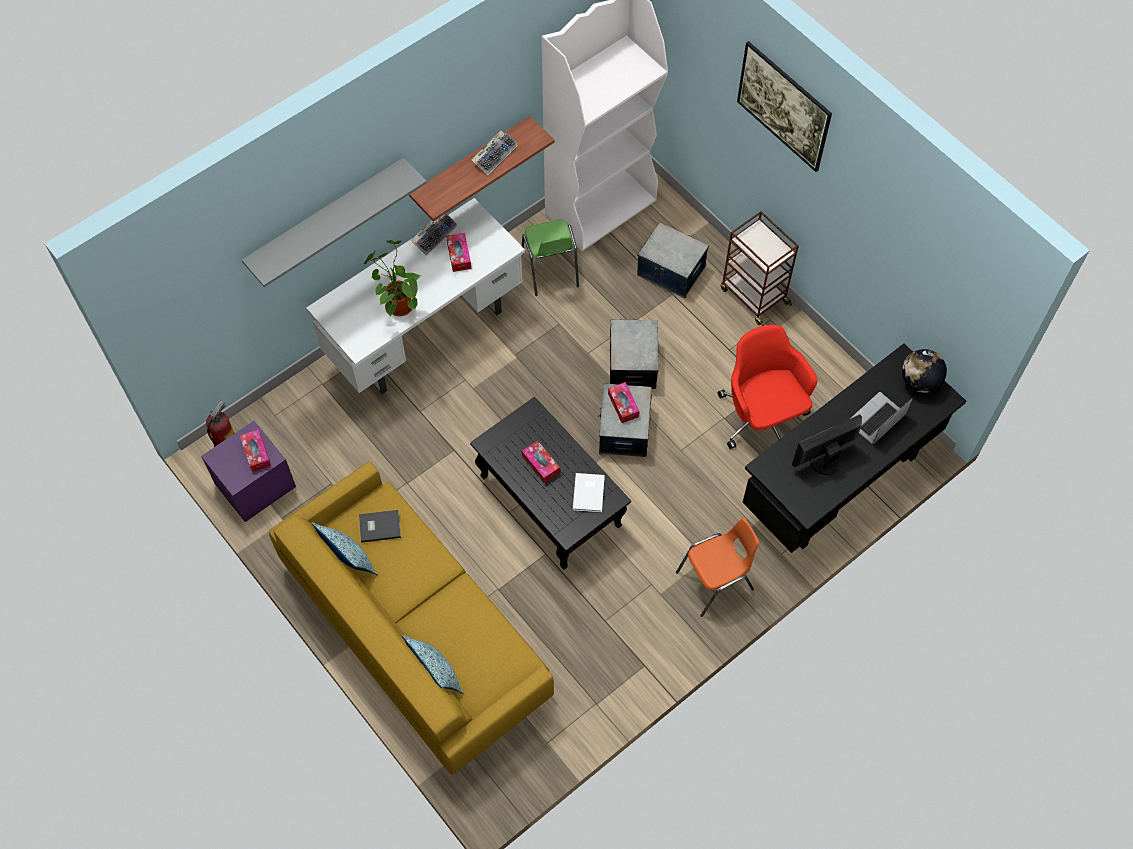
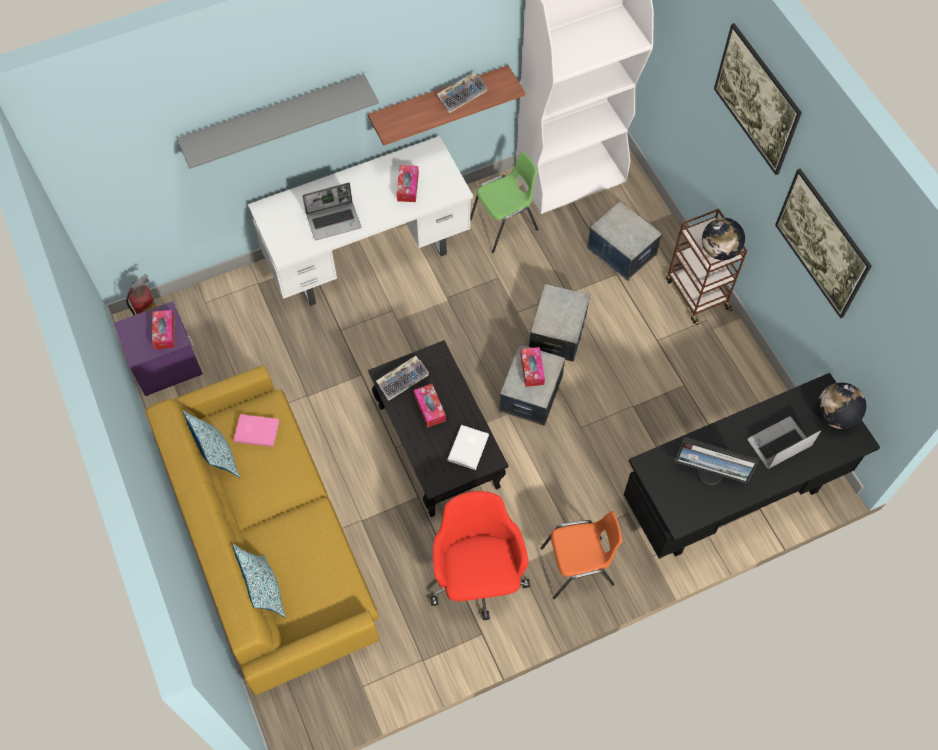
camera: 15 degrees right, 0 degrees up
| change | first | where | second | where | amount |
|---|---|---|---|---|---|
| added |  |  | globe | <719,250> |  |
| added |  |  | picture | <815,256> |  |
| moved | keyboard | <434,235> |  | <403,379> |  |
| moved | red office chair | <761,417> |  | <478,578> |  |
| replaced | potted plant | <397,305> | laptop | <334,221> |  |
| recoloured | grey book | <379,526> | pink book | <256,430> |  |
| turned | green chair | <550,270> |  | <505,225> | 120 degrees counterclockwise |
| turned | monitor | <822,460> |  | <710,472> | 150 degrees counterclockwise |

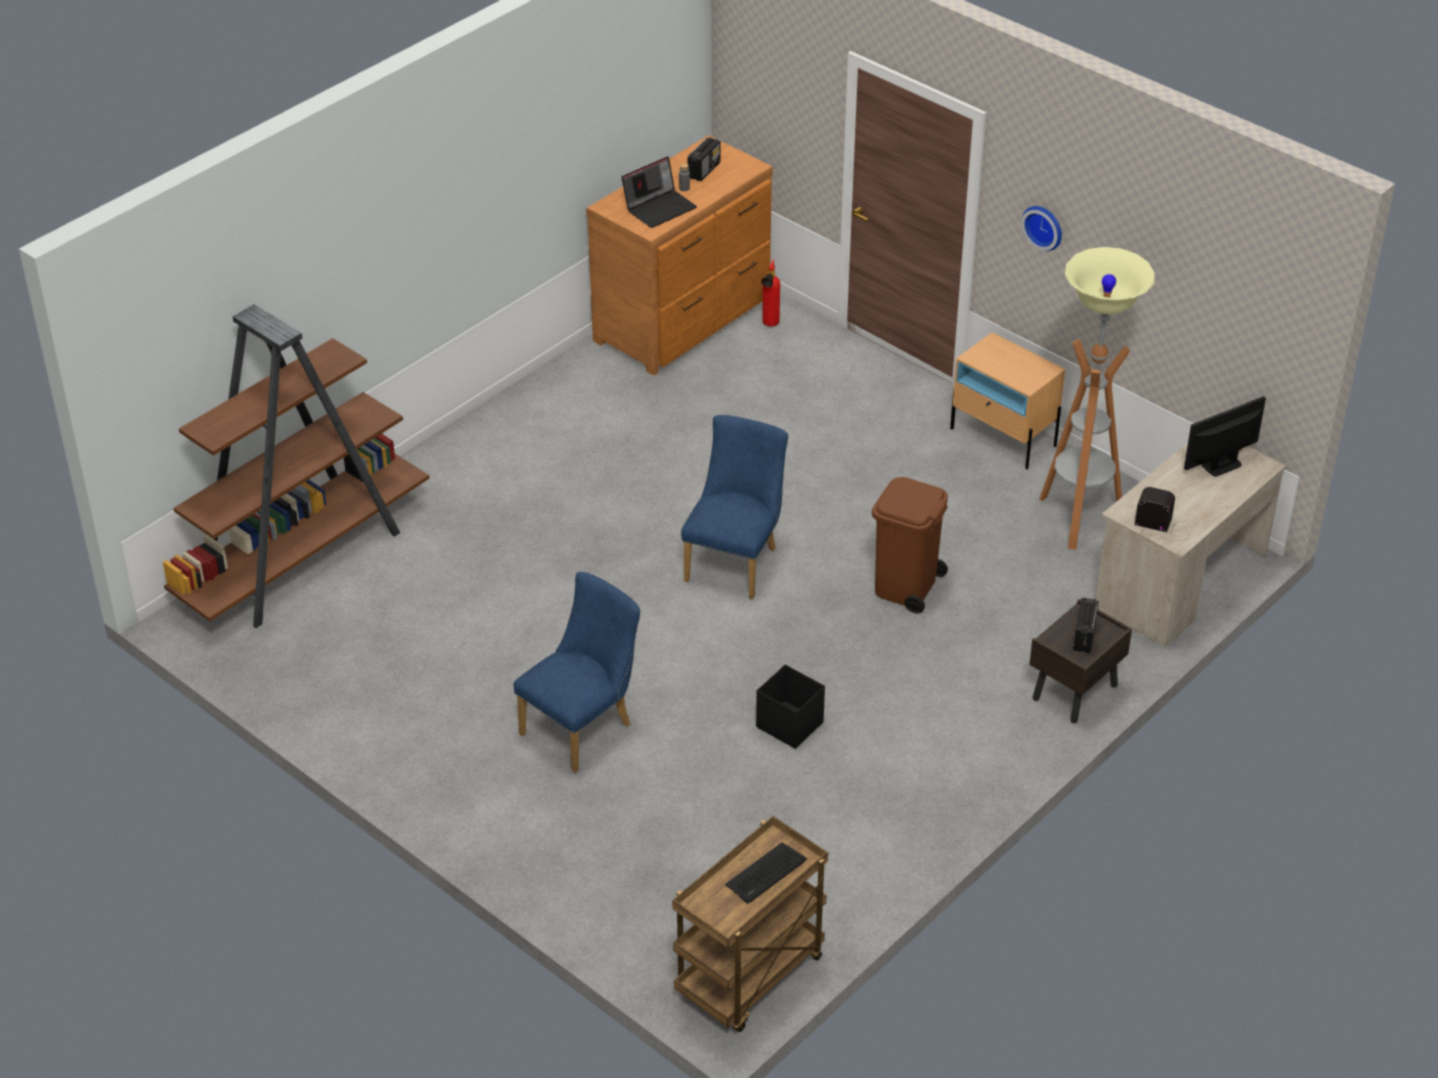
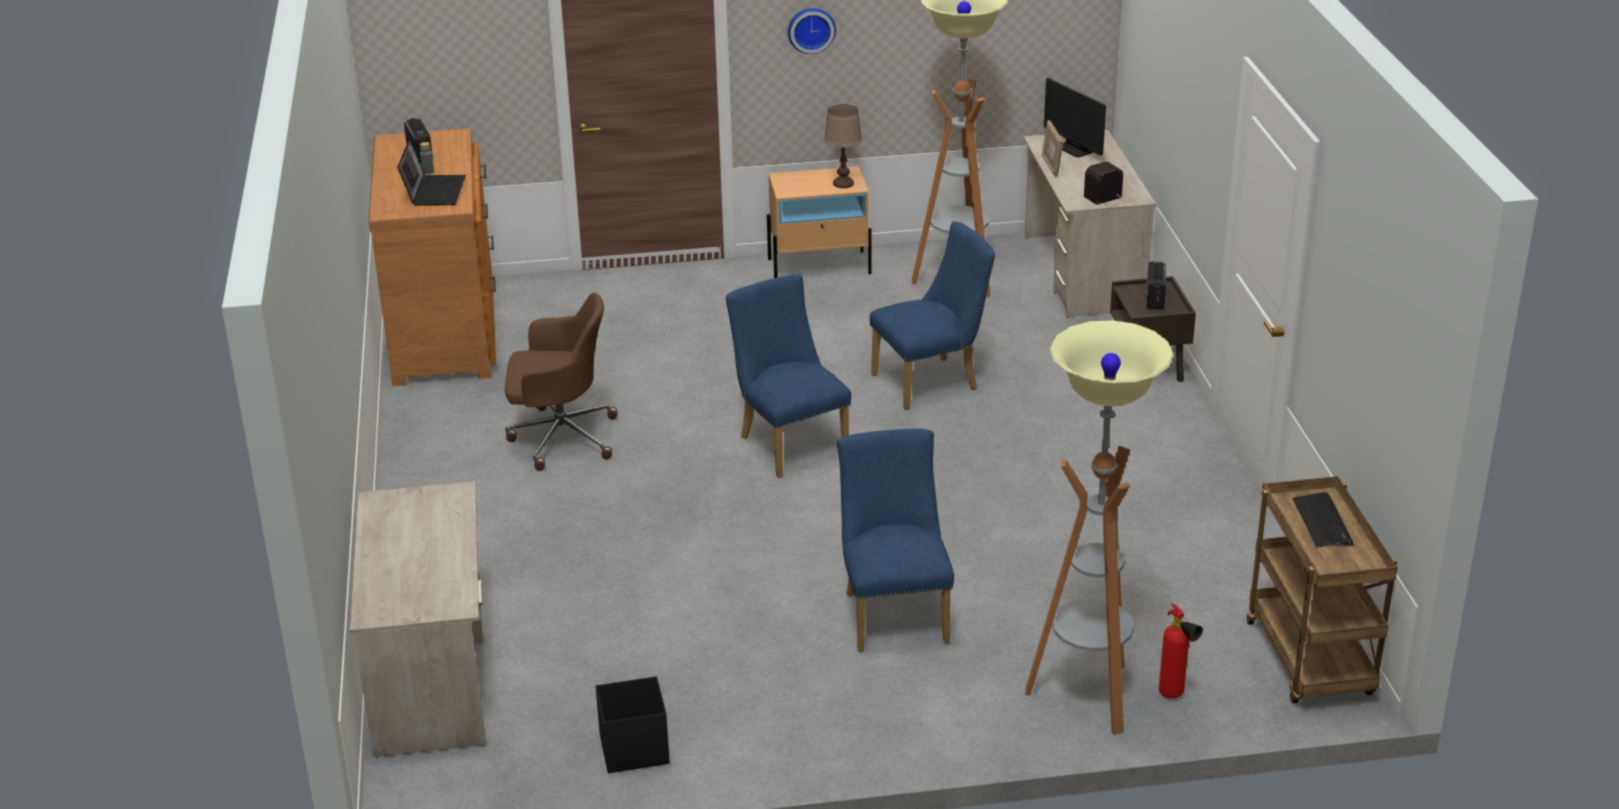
camera: 50 degrees left, 10 degrees down
| change | first | where | second | where | amount |
|---|---|---|---|---|---|
| added |  |  | brown office chair | <560,437> |  |
| added |  |  | brown table lamp | <843,184> |  |
| added |  |  | floor lamp | <1088,696> |  |
| added |  |  | picture frame | <1051,166> |  |
| moved | black storage box | <789,724> |  | <633,750> |  |
| moved | fire extinguisher | <769,325> |  | <1175,696> |  |
| replaced | brown bookcase | <304,559> | beige desk | <431,676> |  |
| replaced | brown trash can | <905,587> | blue chair | <932,382> |  |
| turned | radio | <1084,636> |  | <1155,299> | 45 degrees clockwise |
| turned | monitor | <1221,465> |  | <1074,149> | 45 degrees counterclockwise |

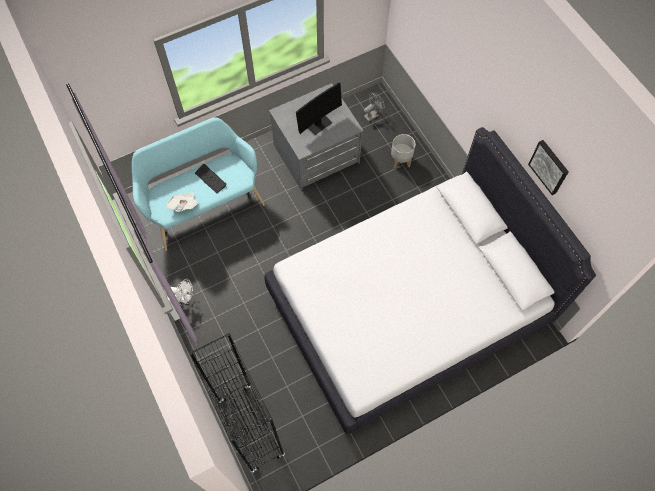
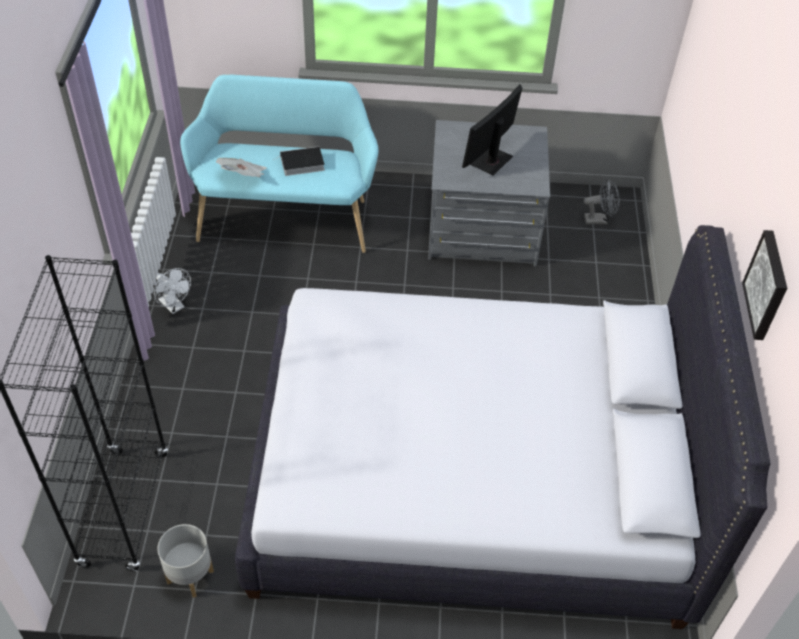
camera: 30 degrees right, 15 degrees down
| change | first | where | second | where | amount |
|---|---|---|---|---|---|
| moved | grey planter | <401,160> |  | <191,576> |  |
| replaced | keyboard | <210,179> | book | <301,164> |  |
| turned | monitor | <318,123> |  | <491,161> | 135 degrees clockwise |

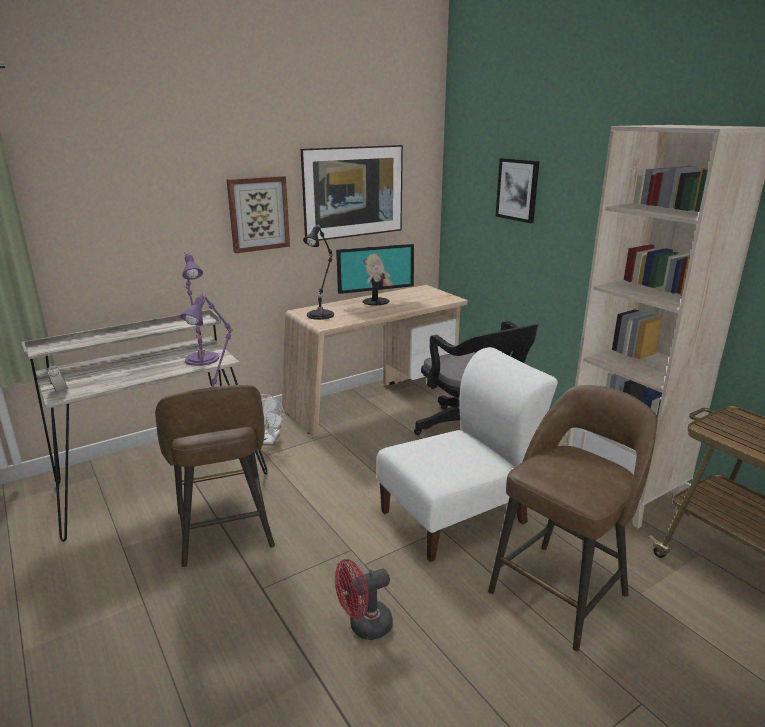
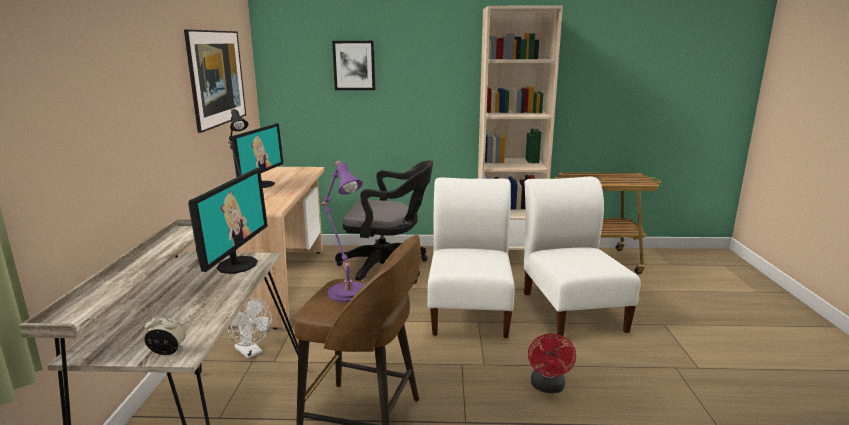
camera: 55 degrees left, 5 degrees down
| change | first | where | second | where | amount |
|---|---|---|---|---|---|
| removed | picture | <258,214> |  |  |  |
| replaced | purple table lamp | <202,358> | monitor | <236,265> |  |
| replaced | brown stool | <561,591> | white chair | <571,309> |  |

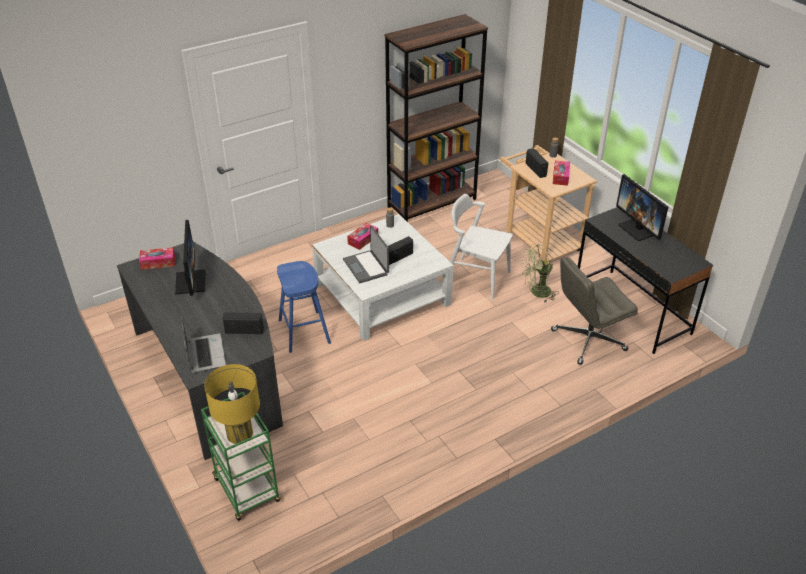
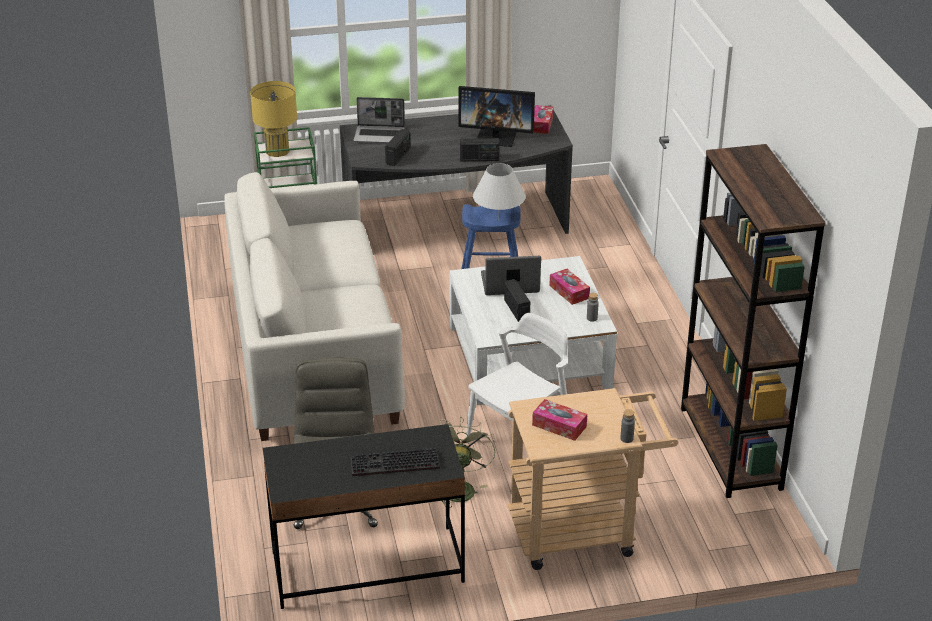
camera: 110 degrees right, 5 degrees down
| change | first | where | second | where | amount |
|---|---|---|---|---|---|
| added |  |  | white sofa | <313,352> |  |
| added |  |  | white table lamp | <498,221> |  |
| moved | radio | <536,169> |  | <479,159> |  |
| replaced | monitor | <639,229> | keyboard | <393,465> |  |

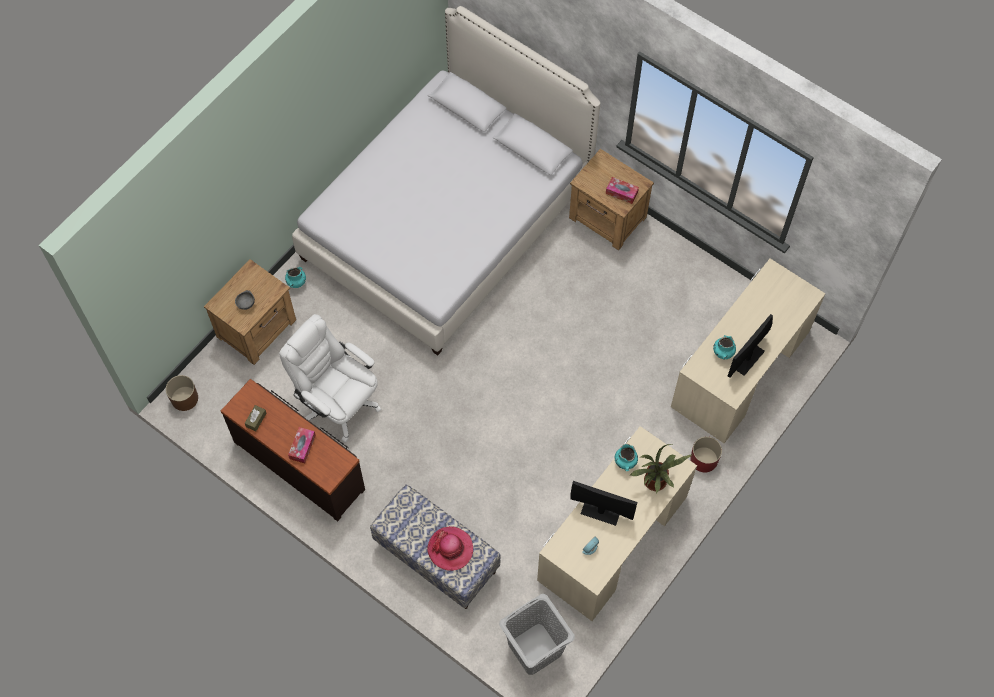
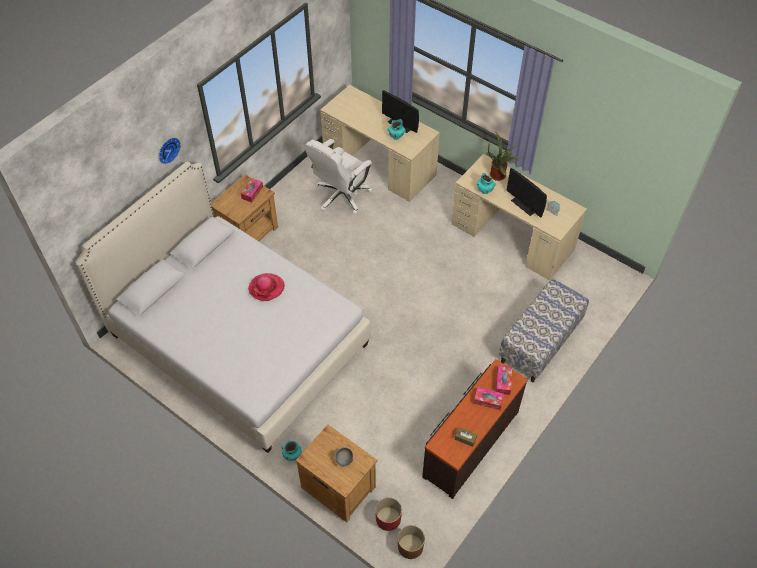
camera: 90 degrees left, 10 degrees down
| change | first | where | second | where | amount |
|---|---|---|---|---|---|
| removed | grey laundry basket | <535,649> |  |  |  |
| added |  |  | wall clock | <168,149> |  |
| added |  |  | tissue box | <503,382> |  |
| moved | white office chair | <338,403> |  | <341,196> |  |
| moved | hat | <450,549> |  | <266,288> |  |
| moved | red planter | <704,460> |  | <388,518> |  |
| turned | monitor | <600,512> |  | <524,205> | 60 degrees counterclockwise |

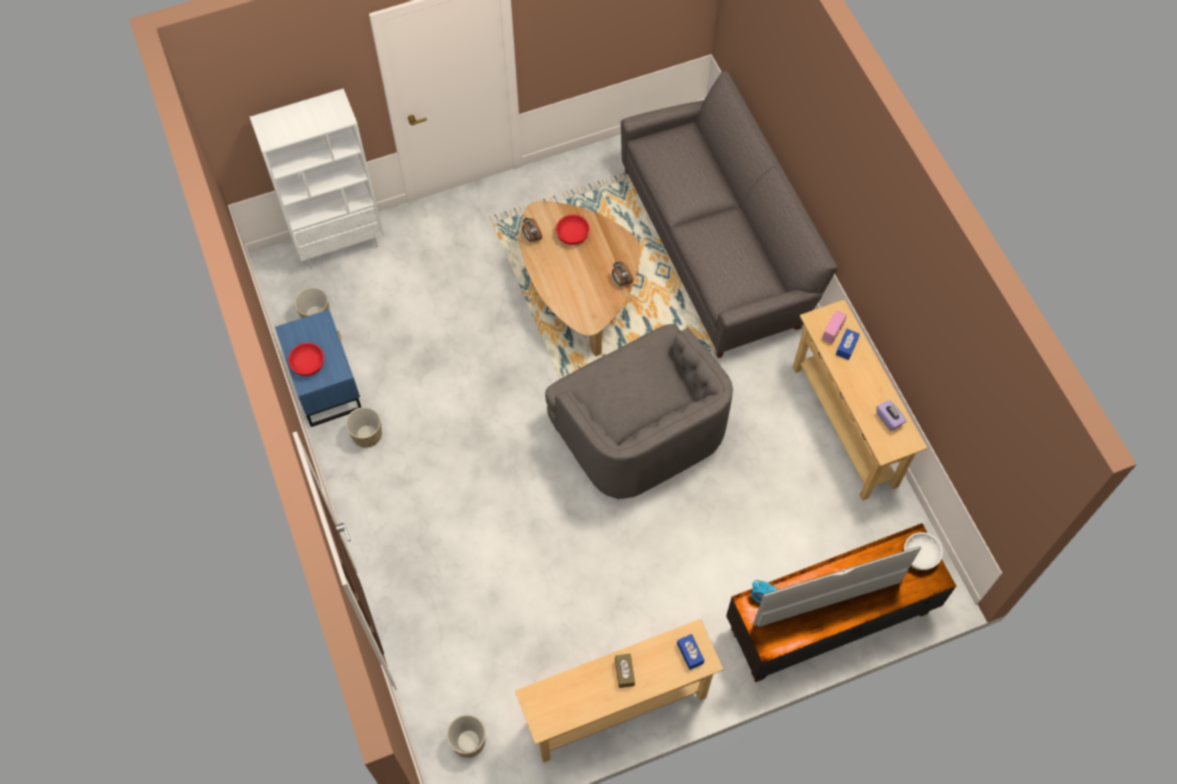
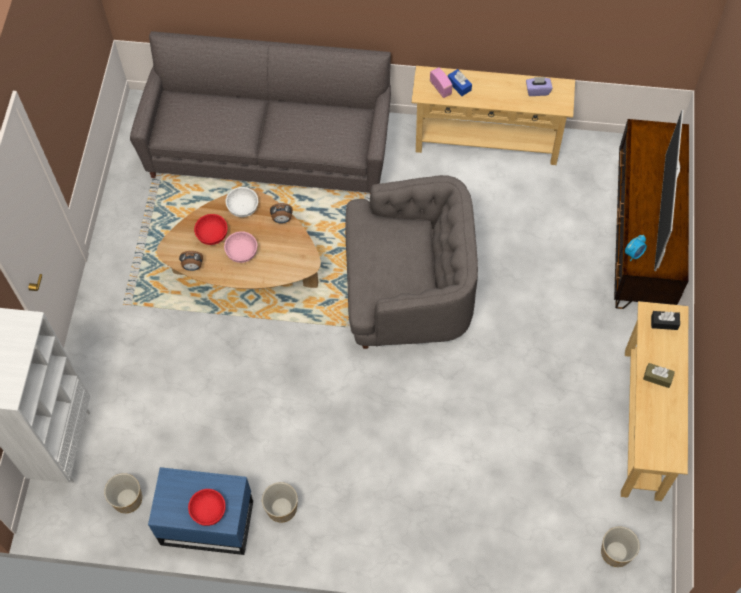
camera: 60 degrees left, 0 degrees up
| change | first | where | second | where | amount |
|---|---|---|---|---|---|
| added |  |  | pink bowl | <241,252> |  |
| moved | white bowl | <919,555> |  | <242,207> |  |
| recoloured | blue tissue box | <690,653> | black tissue box | <664,323> |  |

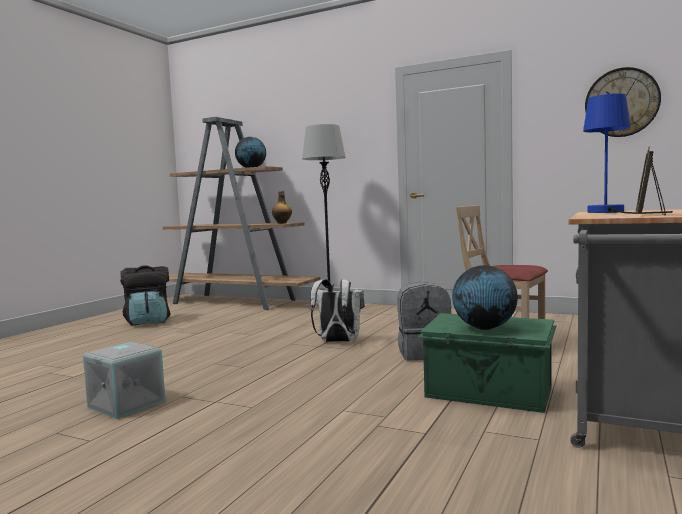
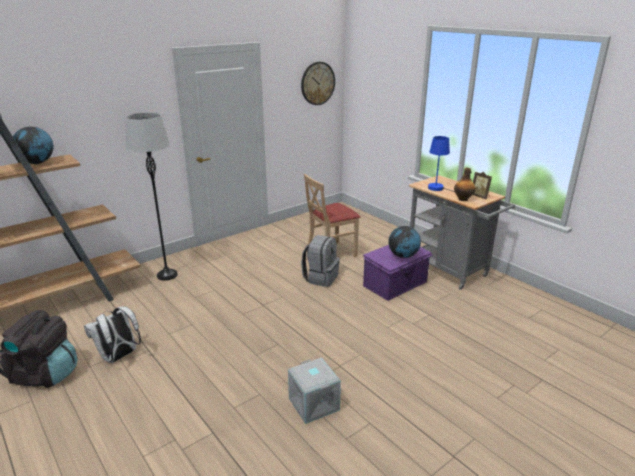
camera: 65 degrees left, 20 degrees up
| change | first | where | second | where | amount |
|---|---|---|---|---|---|
| moved | bottle | <282,223> |  | <463,199> |  |
| moved | white backpack | <338,342> |  | <119,357> |  |
| recoloured | green storage box | <489,393> | purple storage box | <396,284> |  |

